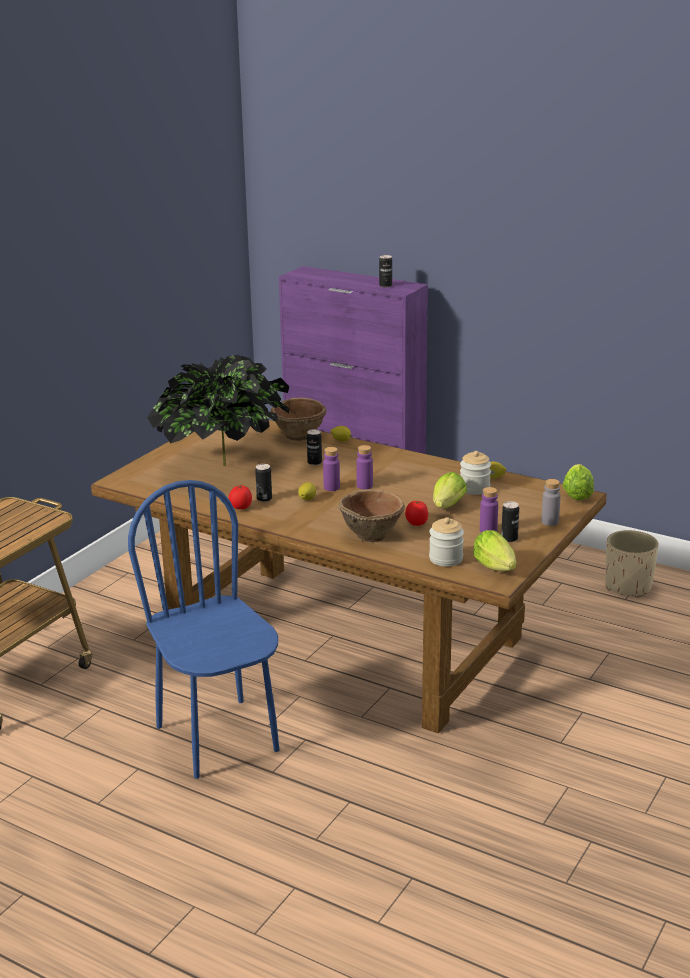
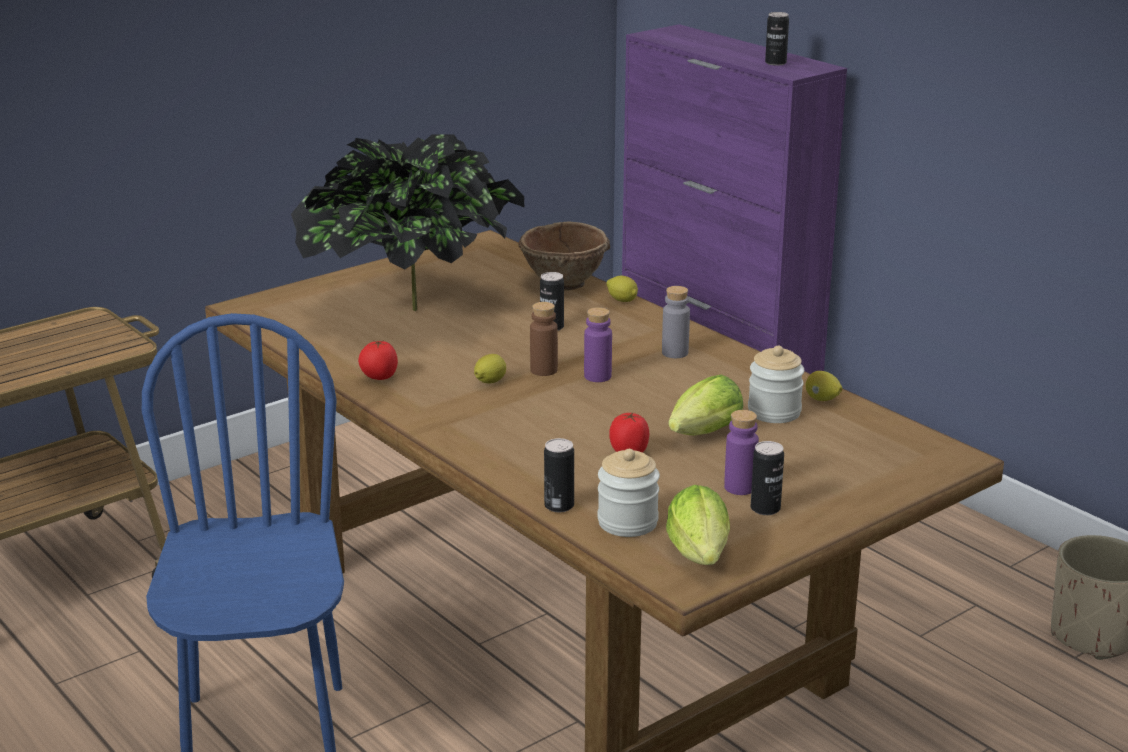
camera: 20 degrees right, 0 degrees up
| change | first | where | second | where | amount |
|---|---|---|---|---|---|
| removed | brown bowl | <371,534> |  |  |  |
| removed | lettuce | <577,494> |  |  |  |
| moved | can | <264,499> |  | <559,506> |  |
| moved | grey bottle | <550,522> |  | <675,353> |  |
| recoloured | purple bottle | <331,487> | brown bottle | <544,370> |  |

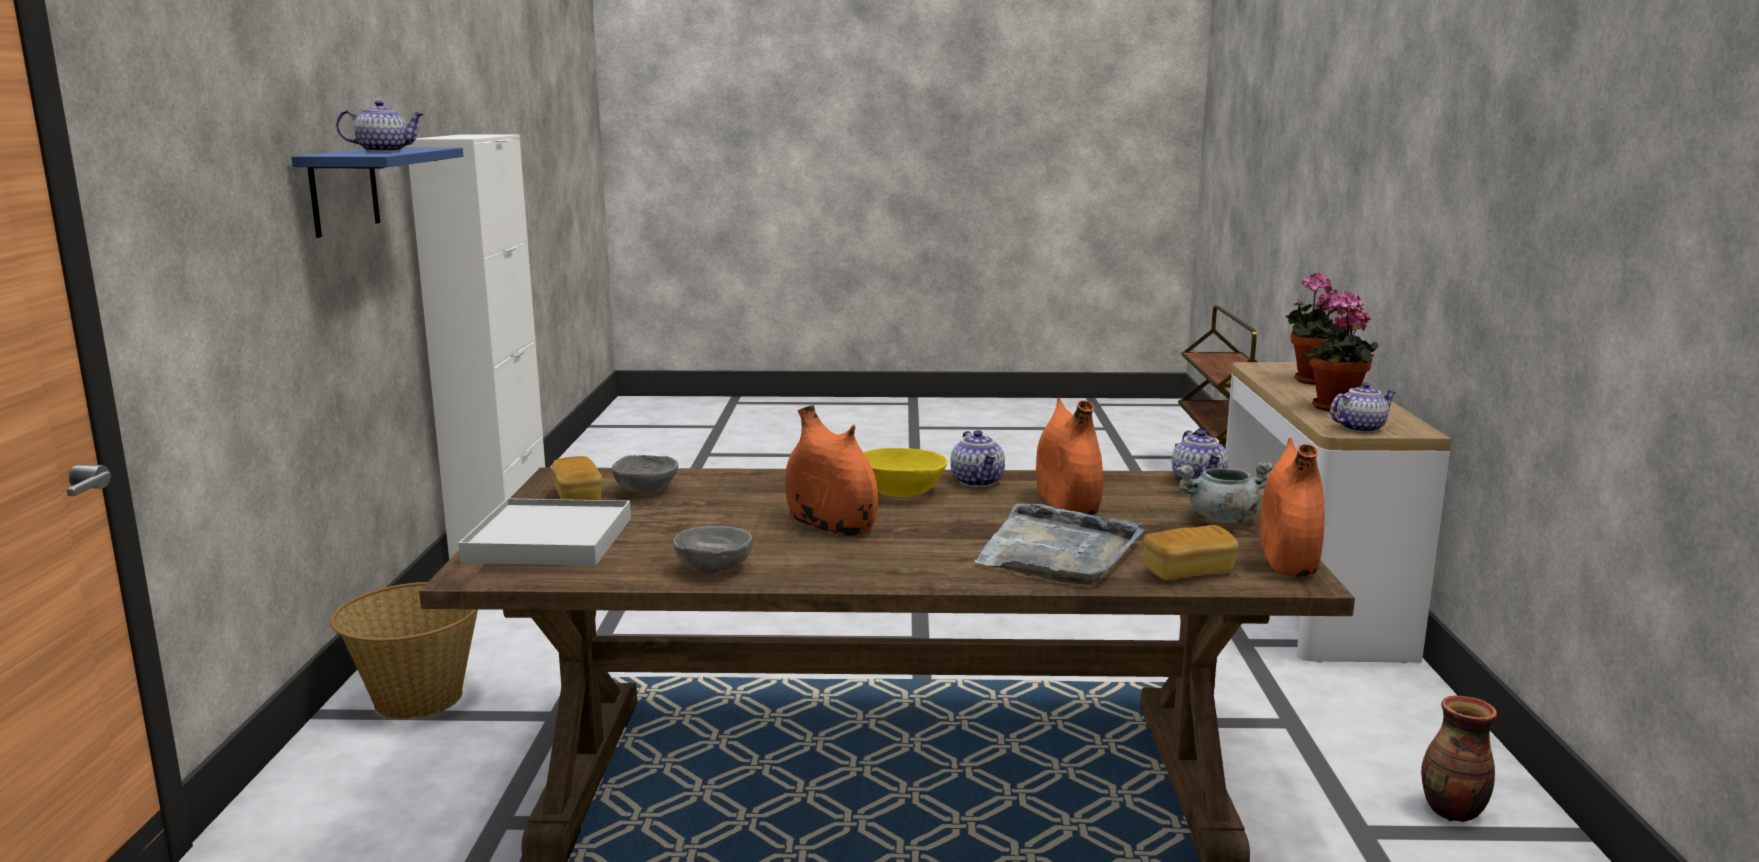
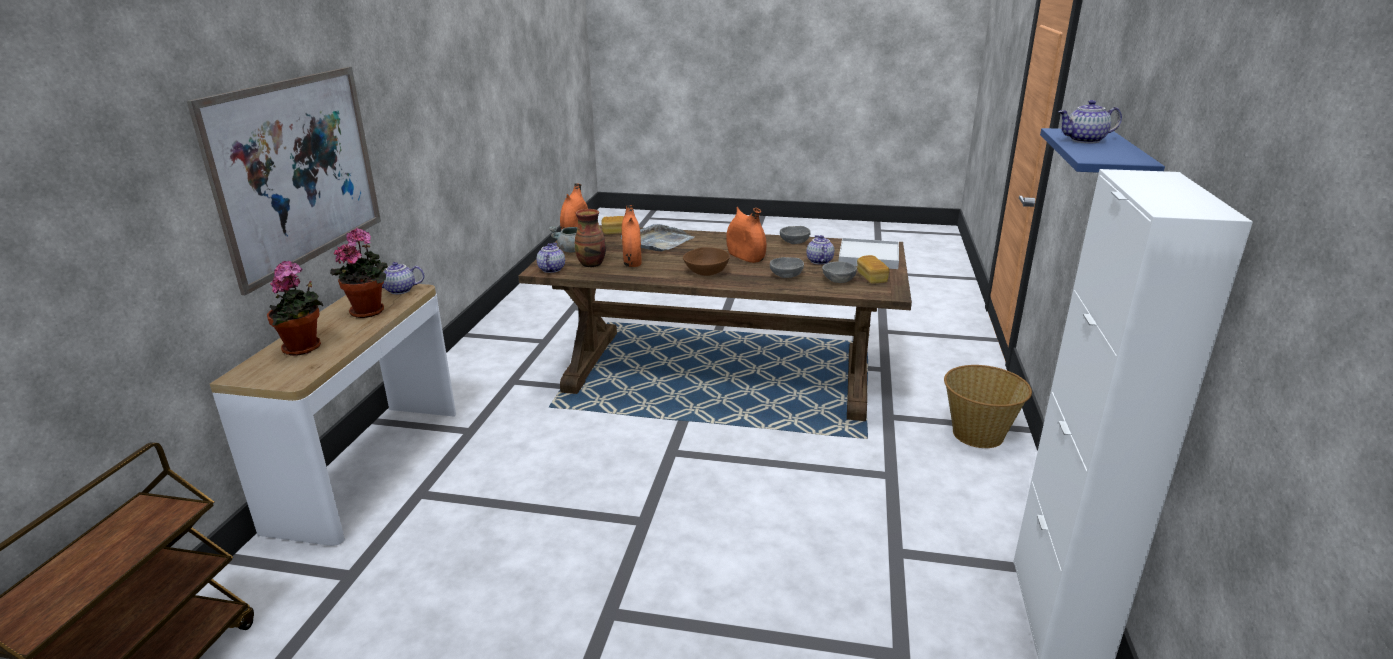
camera: 170 degrees left, 10 degrees up
| change | first | where | second | where | amount |
|---|---|---|---|---|---|
| added |  |  | picture | <299,171> |  |
| added |  |  | grey bowl | <786,276> |  |
| moved | teapot | <978,482> |  | <818,261> |  |
| moved | vase | <1452,811> |  | <592,264> |  |
| recoloured | yellow bowl | <901,491> | brown bowl | <706,272> |  |

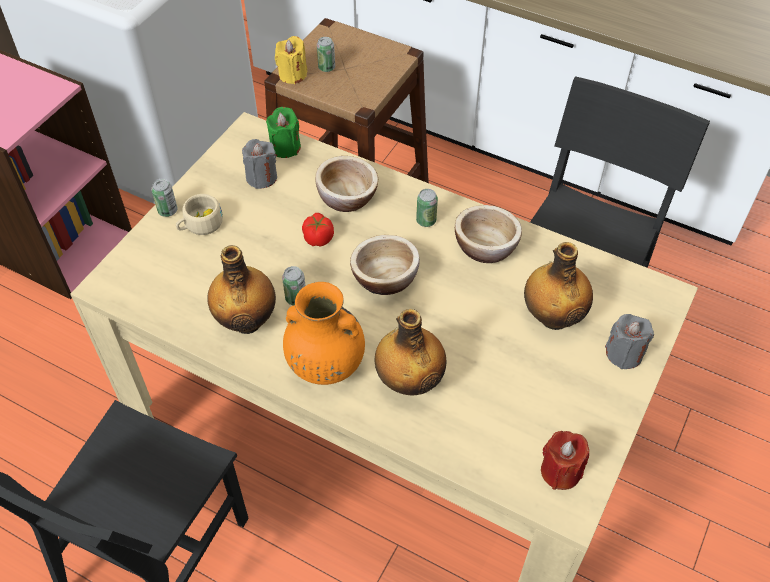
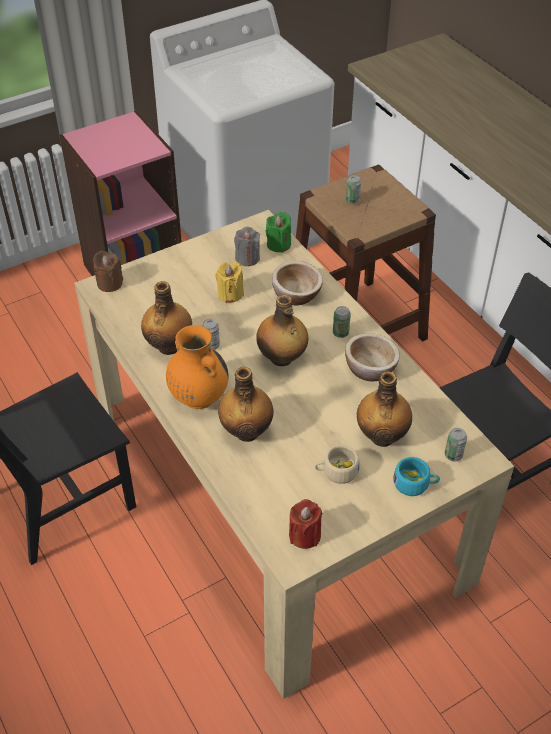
camera: 30 degrees right, 5 degrees down
| change | first | where | second | where | amount |
|---|---|---|---|---|---|
| removed | tomato | <318,238> |  |  |  |
| added |  |  | brown candle | <109,283> |  |
| moved | can | <167,211> |  | <453,455> |  |
| moved | beige cup | <200,225> |  | <336,471> |  |
| moved | yellow candle | <292,75> |  | <230,294> |  |
| replaced | bowl | <385,278> | bottle | <281,358> |  |
| replaced | grey candle | <624,354> | turquoise cup | <415,484> |  |

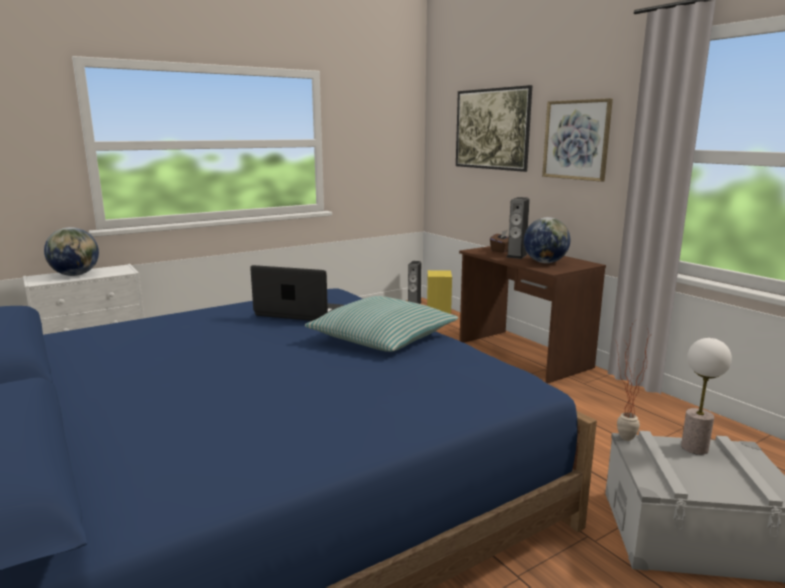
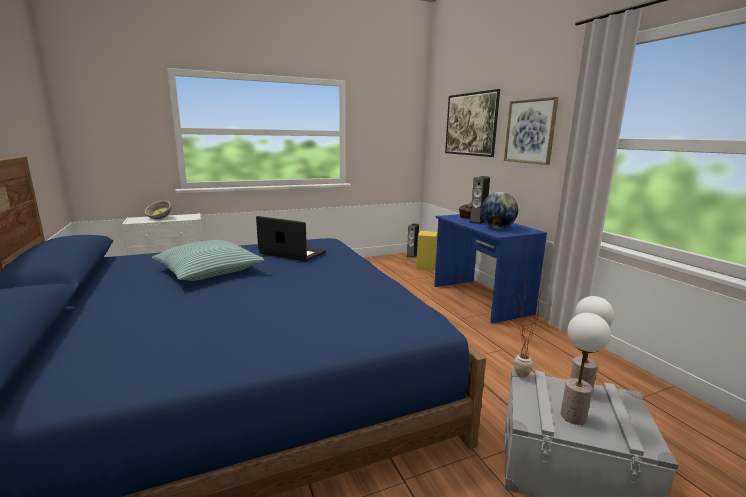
camera: 10 degrees right, 0 degrees up
| change | first | where | second | where | amount |
|---|---|---|---|---|---|
| added |  |  | table lamp | <573,417> |  |
| moved | pillow | <382,338> |  | <209,271> |  |
| replaced | globe | <75,275> | bowl | <159,218> |  |
| recoloured | brown desk | <522,355> | blue desk | <480,299> |  |

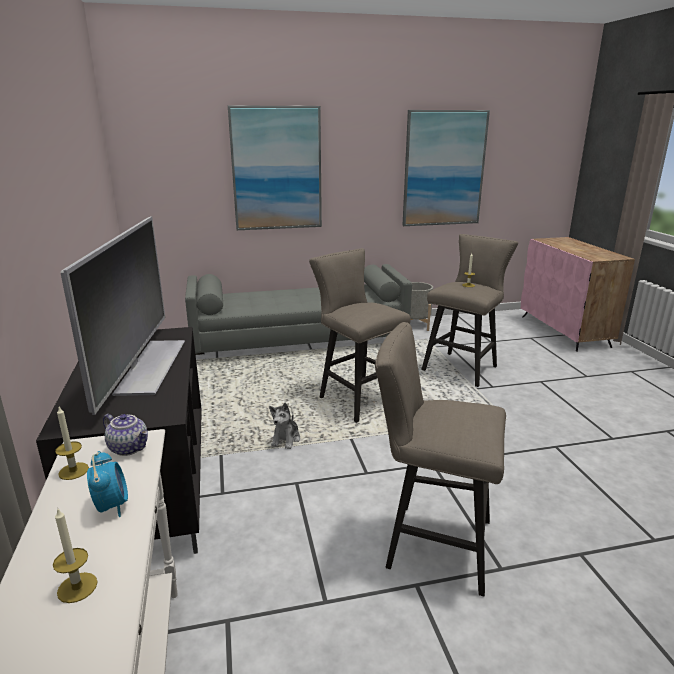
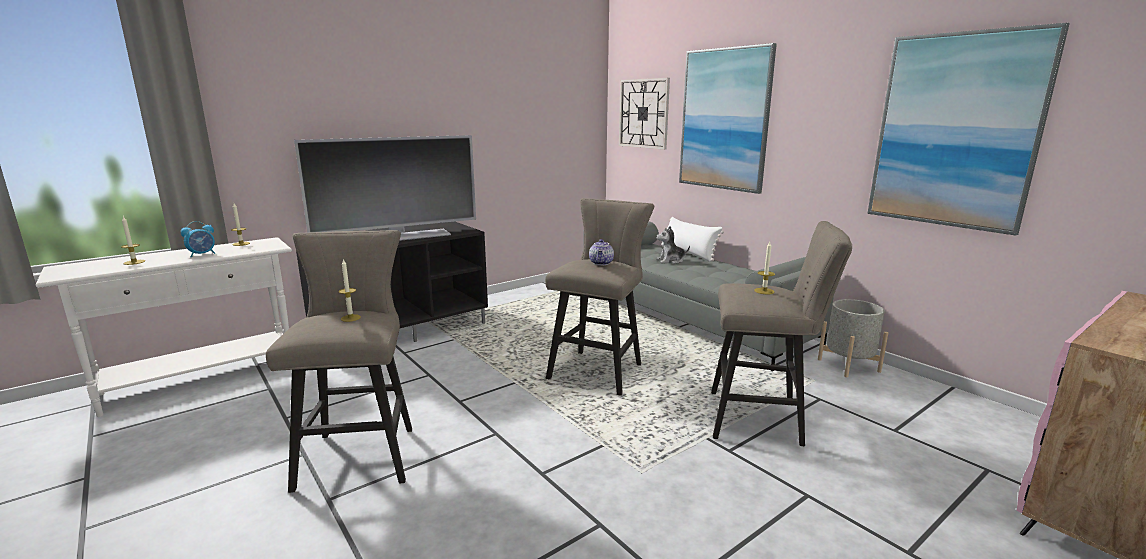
camera: 65 degrees right, 5 degrees down
| change | first | where | second | where | amount |
|---|---|---|---|---|---|
| added |  |  | candle | <350,318> |  |
| added |  |  | wall clock | <643,113> |  |
| added |  |  | white pillow | <688,253> |  |
| moved | teapot | <130,448> |  | <601,263> |  |
| moved | plush toy | <286,439> |  | <671,261> |  |

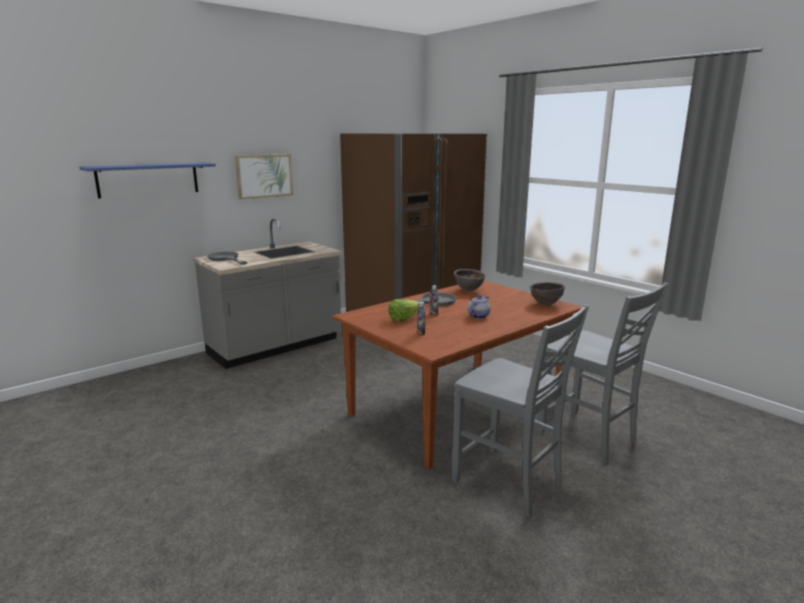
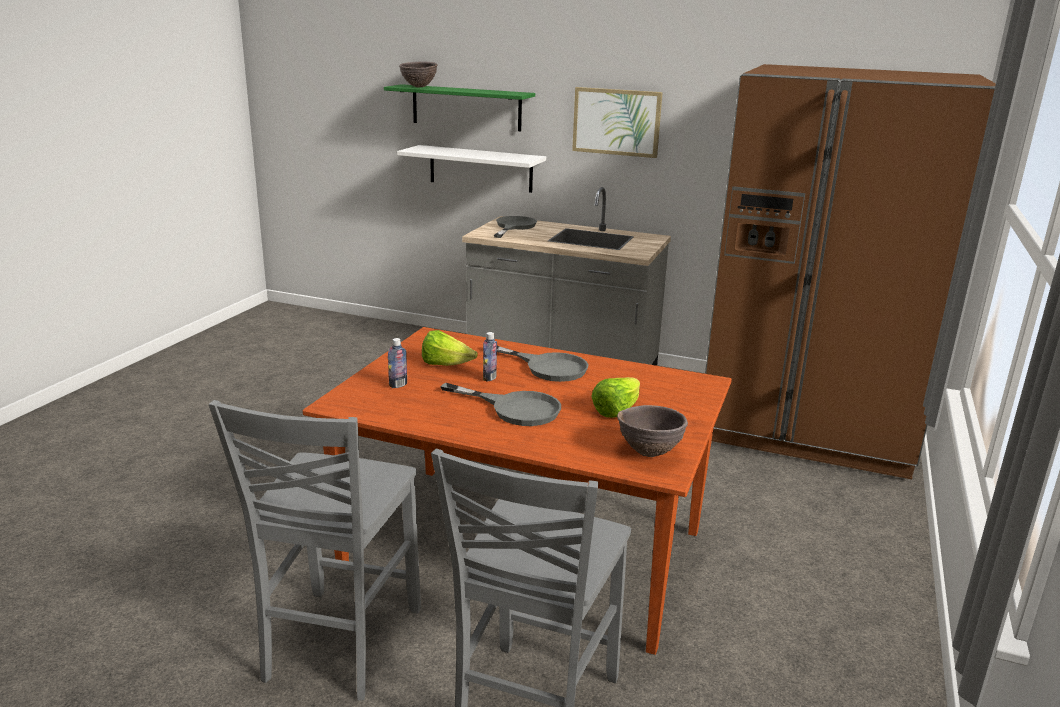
camera: 60 degrees right, 5 degrees up
| change | first | where | second | where | amount |
|---|---|---|---|---|---|
| added |  |  | white shelf | <480,168> |  |
| added |  |  | lettuce | <616,411> |  |
| moved | brown bowl | <468,290> |  | <418,87> |  |
| replaced | teapot | <478,316> | grey frying pan | <515,408> |  |
| recoloured | blue shelf | <148,179> | green shelf | <466,107> |  |

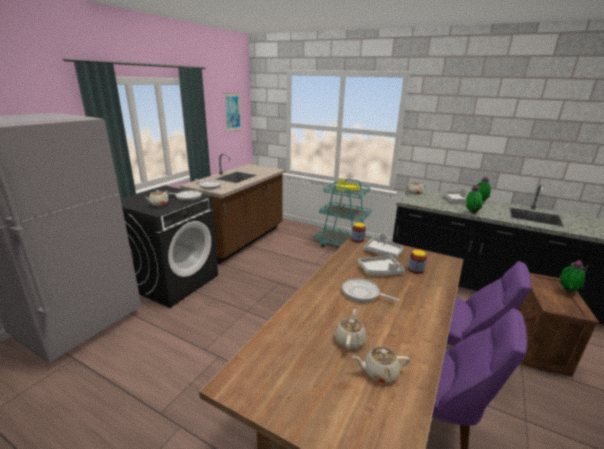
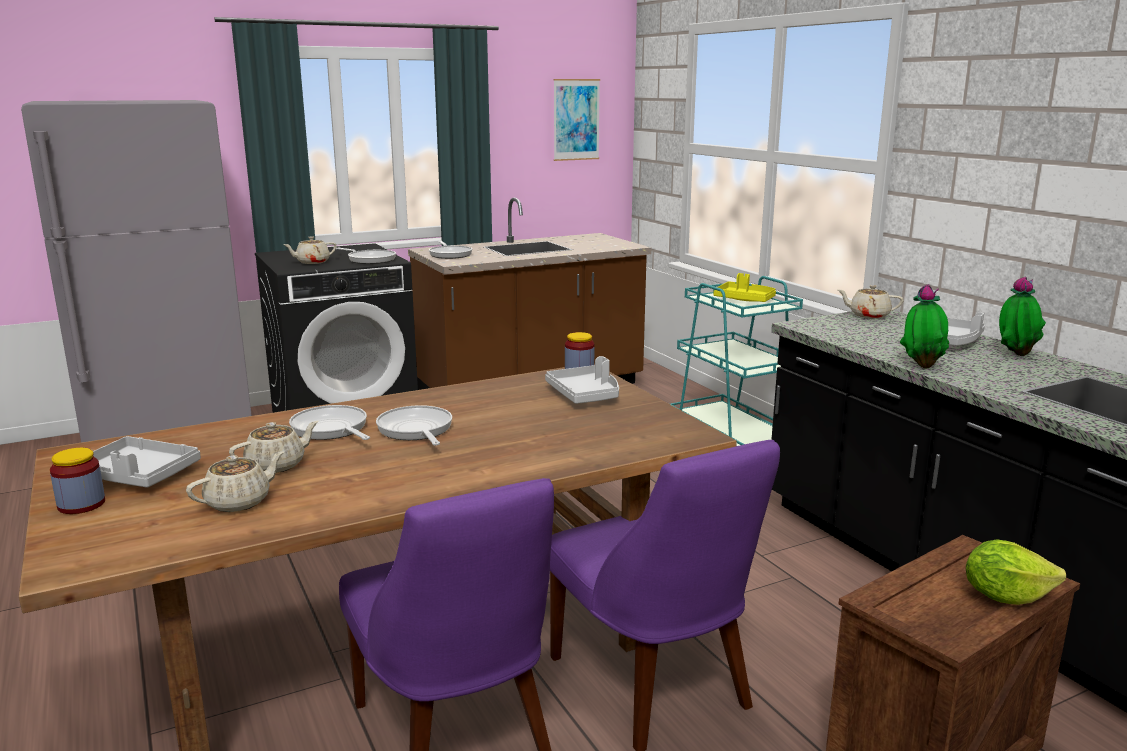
camera: 35 degrees right, 5 degrees down
| change | first | where | second | where | amount |
|---|---|---|---|---|---|
| added |  |  | frying pan | <331,429> |  |
| moved | grey tray | <380,271> |  | <139,475> |  |
| moved | jar | <416,269> |  | <81,504> |  |
| replaced | potted plant | <566,291> | lettuce | <1005,596> |  |
| turned | beige teapot | <379,372> |  | <239,502> | 105 degrees clockwise |

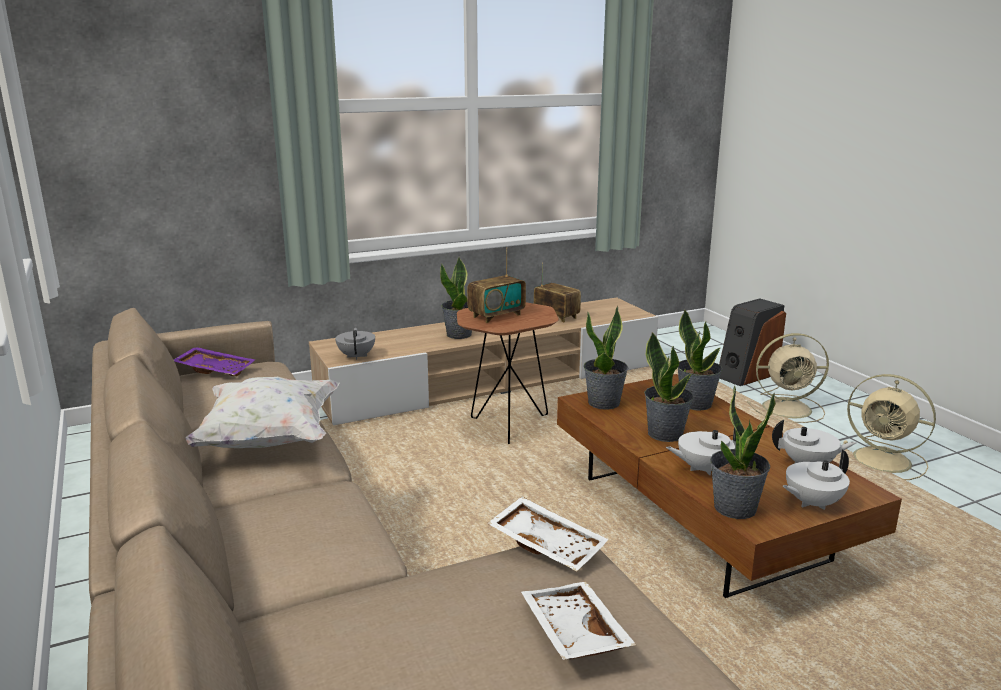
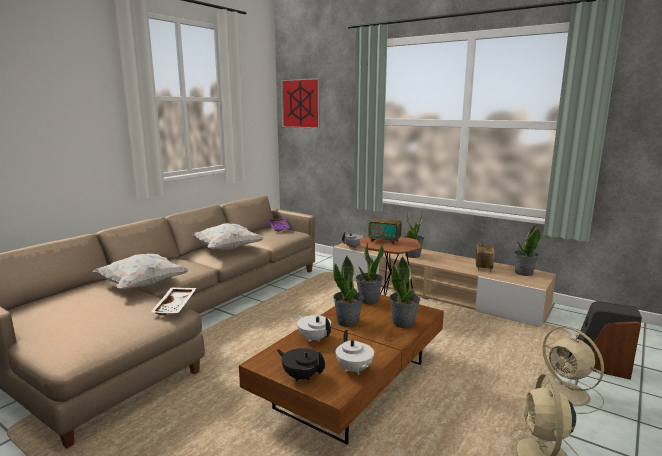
camera: 60 degrees right, 5 degrees down
| change | first | where | second | where | amount |
|---|---|---|---|---|---|
| removed | white tray | <572,633> |  |  |  |
| added |  |  | white pillow | <142,285> |  |
| added |  |  | picture | <301,103> |  |
| moved | potted plant | <735,508> |  | <523,273> |  |
| recoloured | white teapot | <812,503> | black teapot | <301,376> |  |

